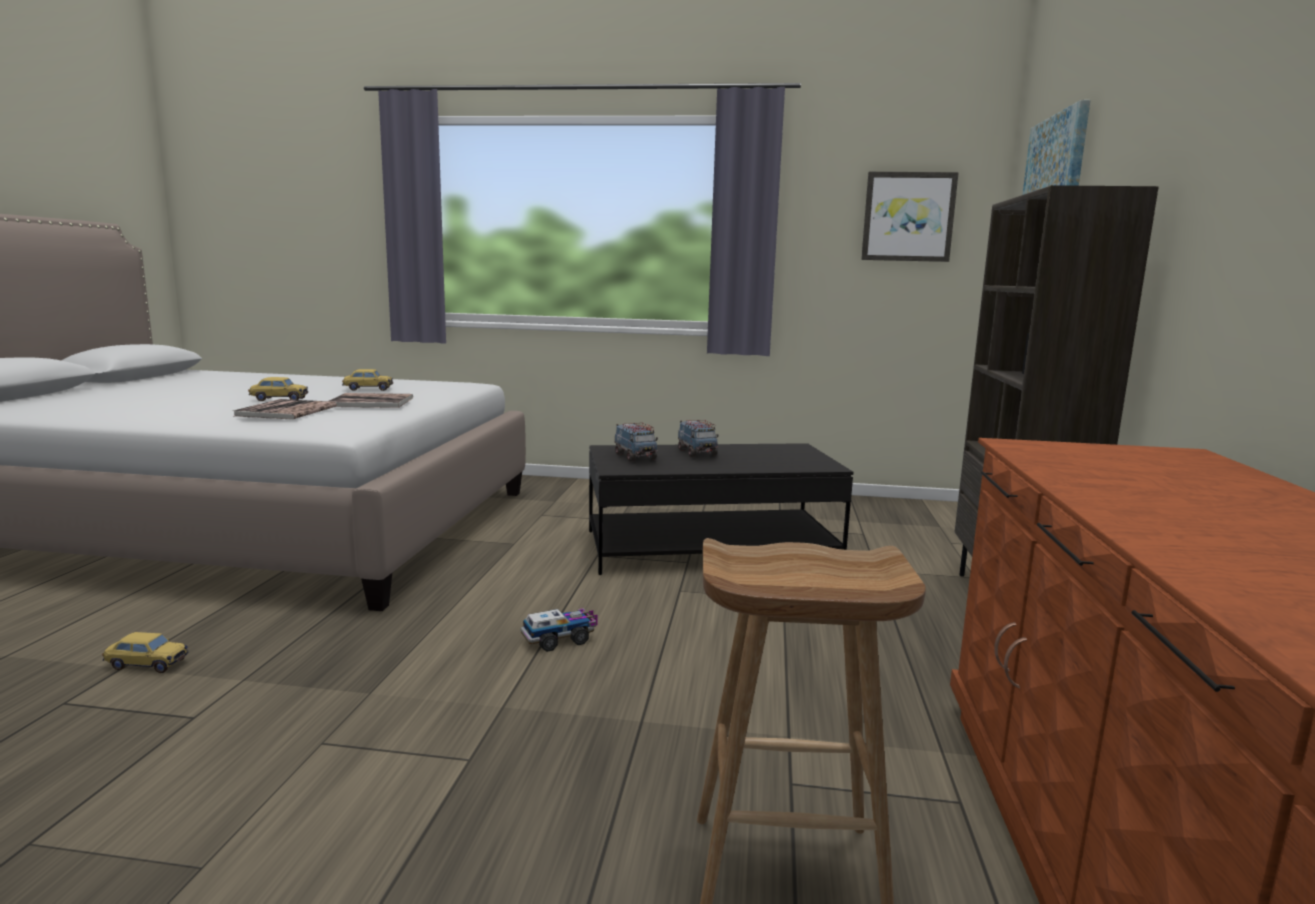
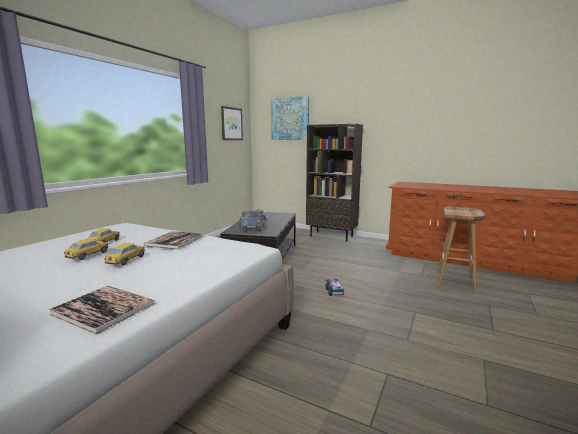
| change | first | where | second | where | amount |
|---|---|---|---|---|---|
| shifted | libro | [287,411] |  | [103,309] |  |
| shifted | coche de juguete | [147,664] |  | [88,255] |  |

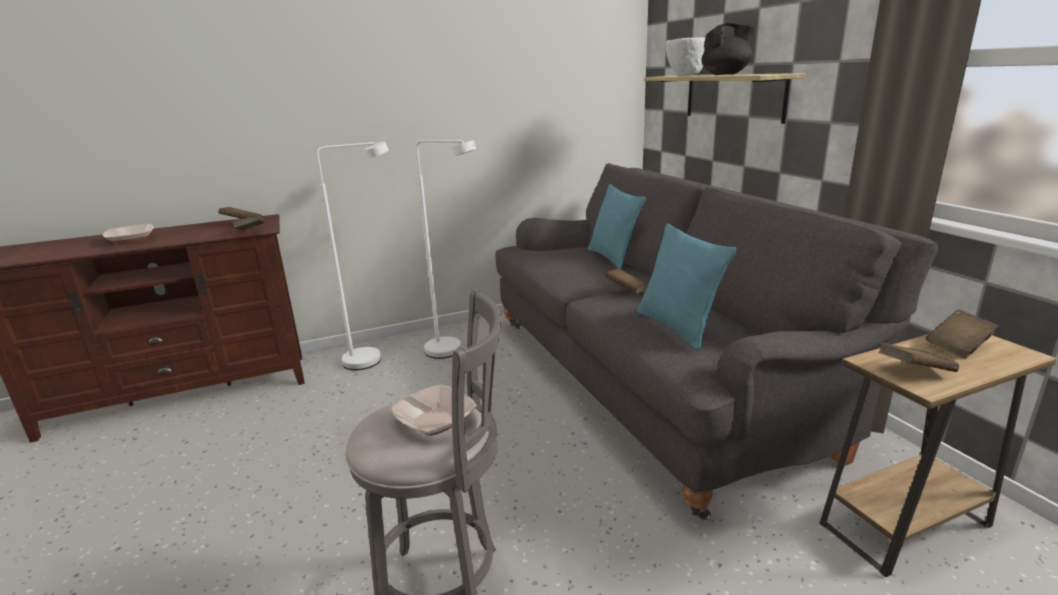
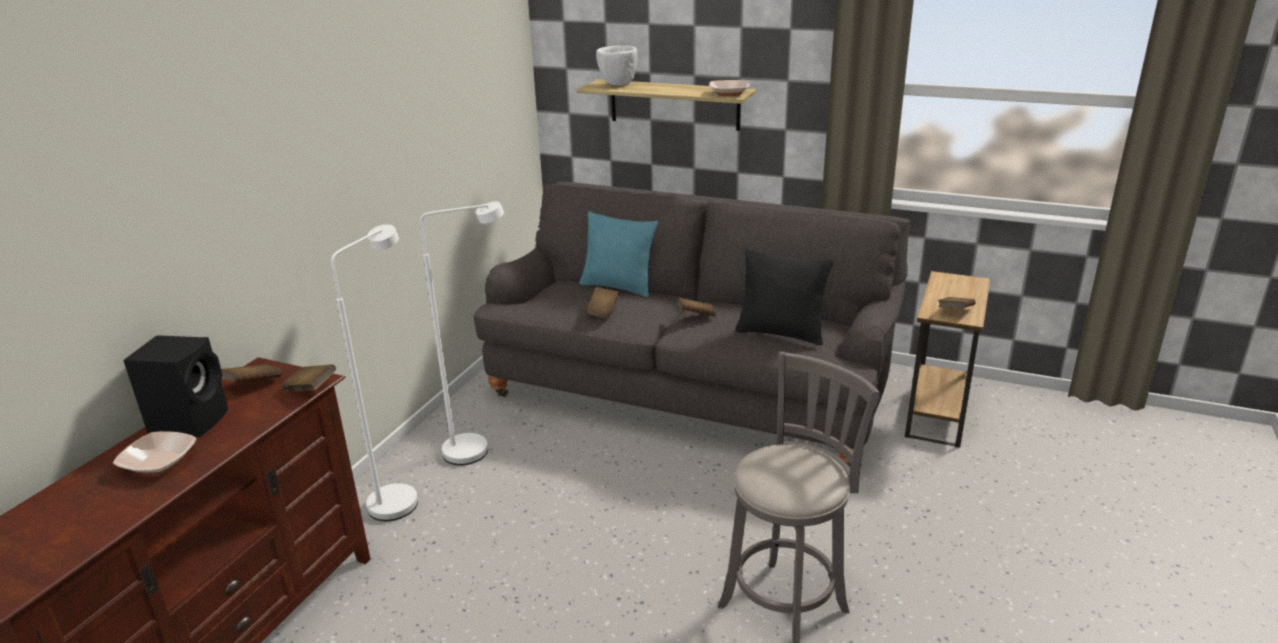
| change | first | where | second | where | amount |
|---|---|---|---|---|---|
| new |  |  | altavoz (negro) | [191,420] |  |
| shifted | libro (marrón) | [958,346] |  | [602,311] |  |
| shifted | cuenco | [435,421] |  | [729,93] |  |
| repainted | cojín (turquesa) | [677,327] | cojín (negro) | [781,333] |  |
| gone | tetera (negro) | [726,74] |  |  |  |

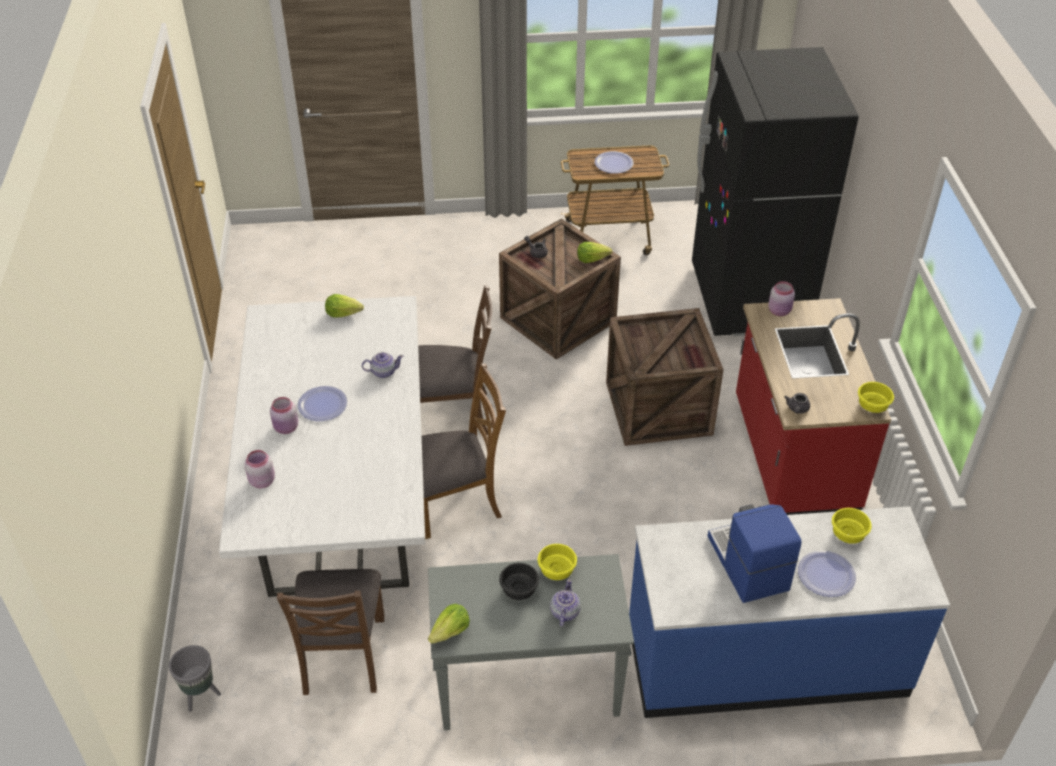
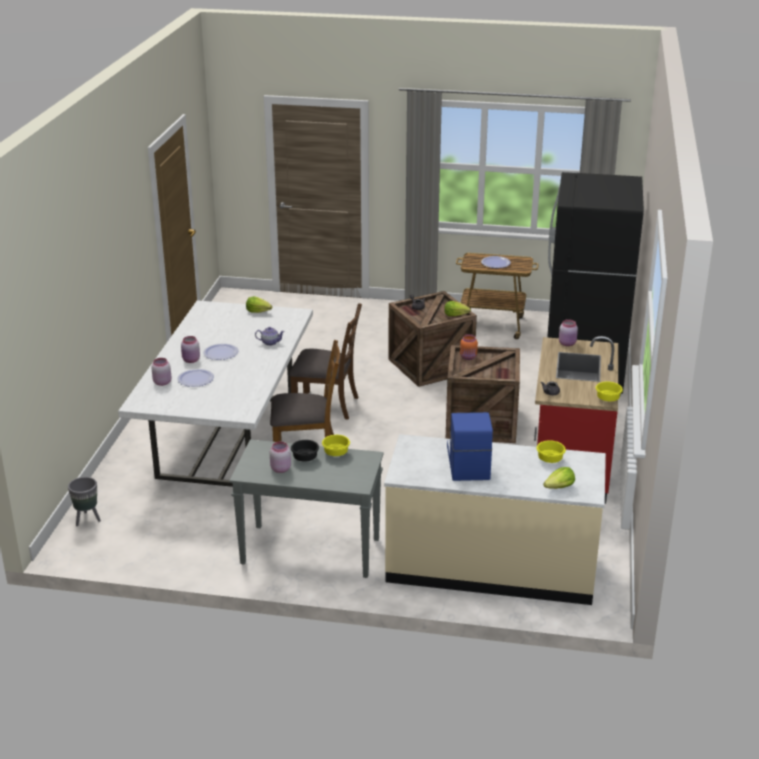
| change | first | where | second | where | amount |
|---|---|---|---|---|---|
| shifted | plato | [826,575] |  | [195,379] |  |
| new |  |  | tarro (rosa) | [280,469] |  |
| repainted | mueble bajo de cocina (azul) | [765,658] | mueble bajo de cocina (beis) | [491,566] |  |
| new |  |  | tarro (naranja) | [468,357] |  |
| shifted | lechuga | [450,632] |  | [559,487] |  |
| gone | silla (marrón) | [343,655] |  |  |  |
| gone | tetera | [564,612] |  |  |  |

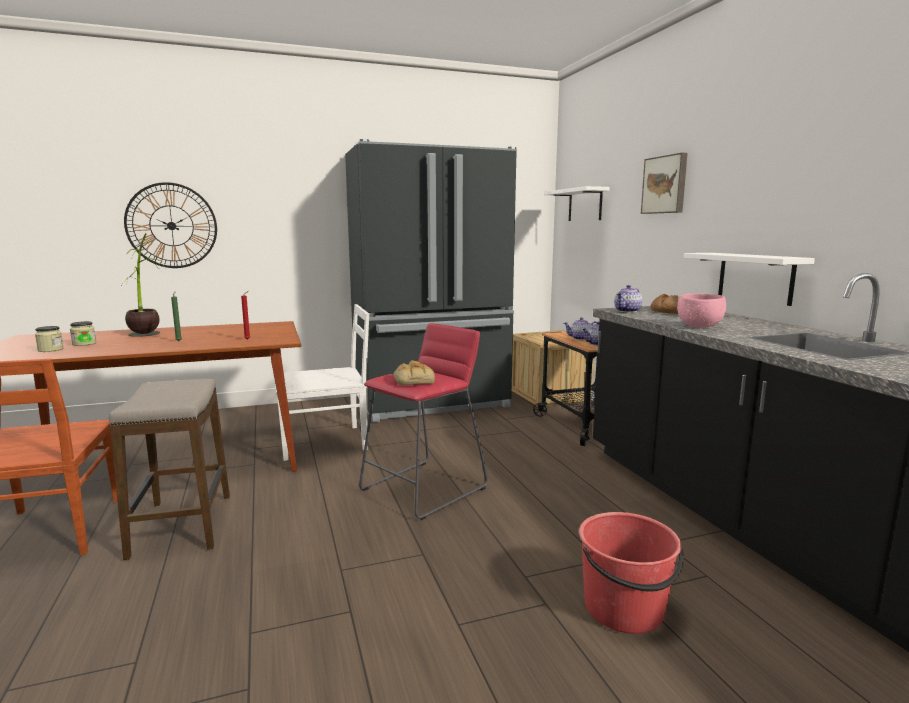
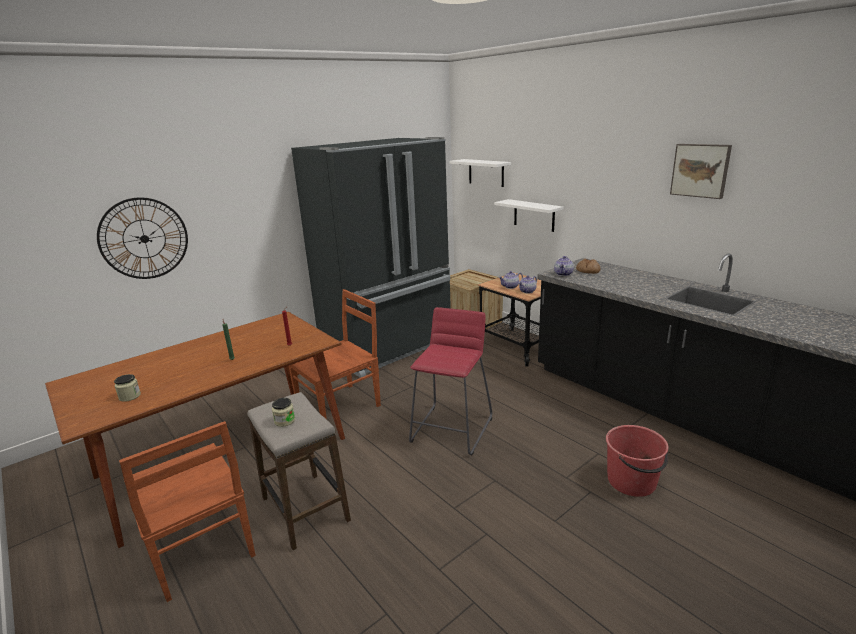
| change | first | where | second | where | amount |
|---|---|---|---|---|---|
| shifted | tarro | [84,344] |  | [284,421] |  |
| repainted | silla (blanco) | [325,442] | silla (marrón) | [341,406] |  |
| shifted | estante (blanco) | [755,277] |  | [534,215] |  |
| shifted | cuadro | [665,185] |  | [700,170] |  |
| gone | planta en maceta | [147,336] |  |  |  |
| gone | pan | [413,380] |  |  |  |
| gone | cuenco (rosa) | [698,326] |  |  |  |

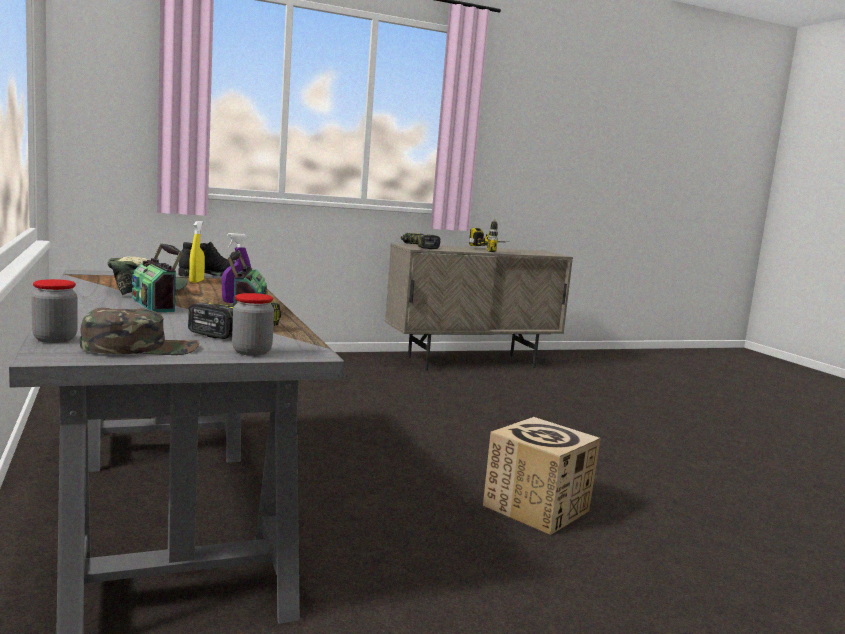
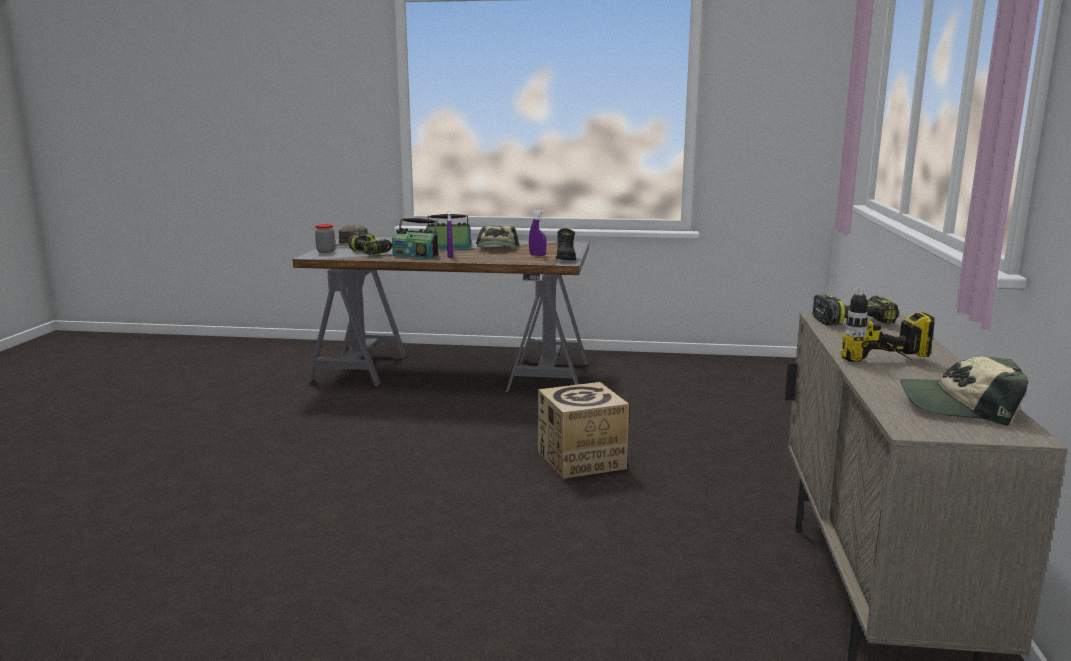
| change | first | where | second | where | amount |
|---|---|---|---|---|---|
| repainted | pulverizador (amarillo) | [196,281] | pulverizador (morado) | [537,255] |  |
| shifted | caja de cartón | [537,508] |  | [581,460] |  |
| new |  |  | gorra | [959,406] |  |
| gone | tarro | [55,339] |  |  |  |

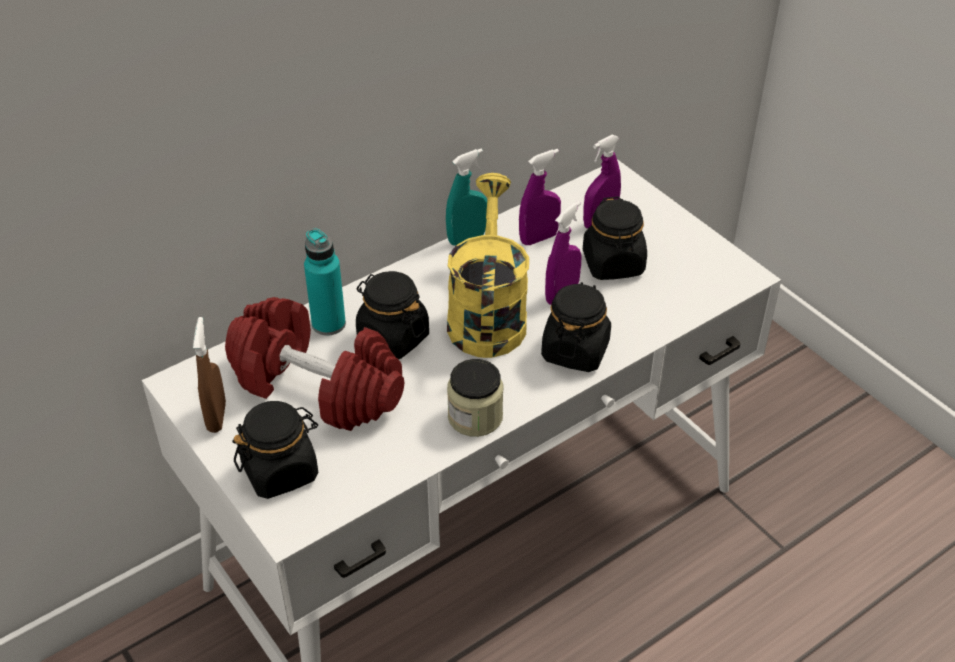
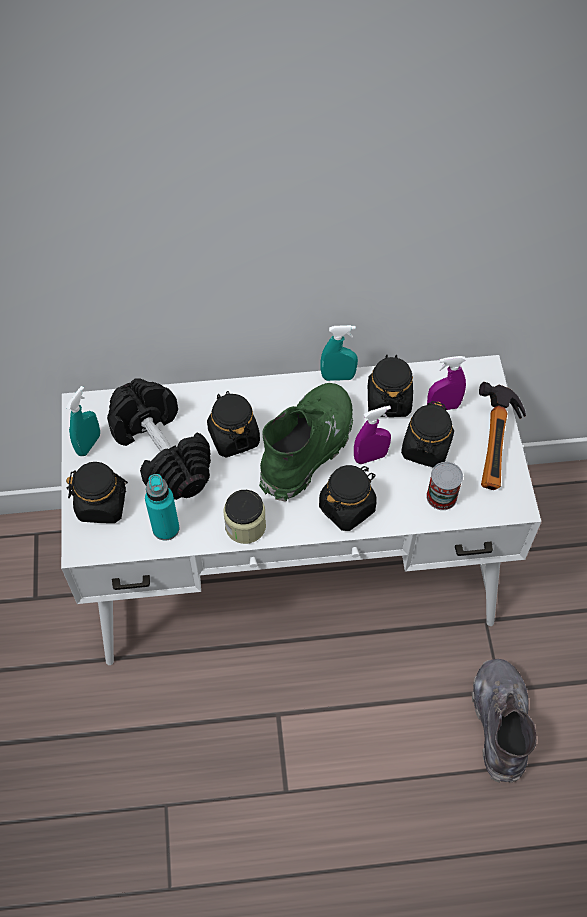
| change | first | where | second | where | amount |
|---|---|---|---|---|---|
| repainted | pulverizador (marrón) | [216,417] | pulverizador (turquesa) | [89,444] |  |
| repainted | mancuerna (rojo) | [318,387] | mancuerna (negro) | [163,452] |  |
| shifted | botella (turquesa) | [328,324] |  | [166,528] |  |
| swapped | regadera (amarillo) | [487,314] | bota (verde) | [308,448] |  |
| swapped | pulverizador (morado) | [538,238] | tarro (negro) | [388,400] |  |
| new |  |  | lata | [441,496] |  |
| new |  |  | bota (gris) | [499,722] |  |
| new |  |  | martillo | [499,447] |  |

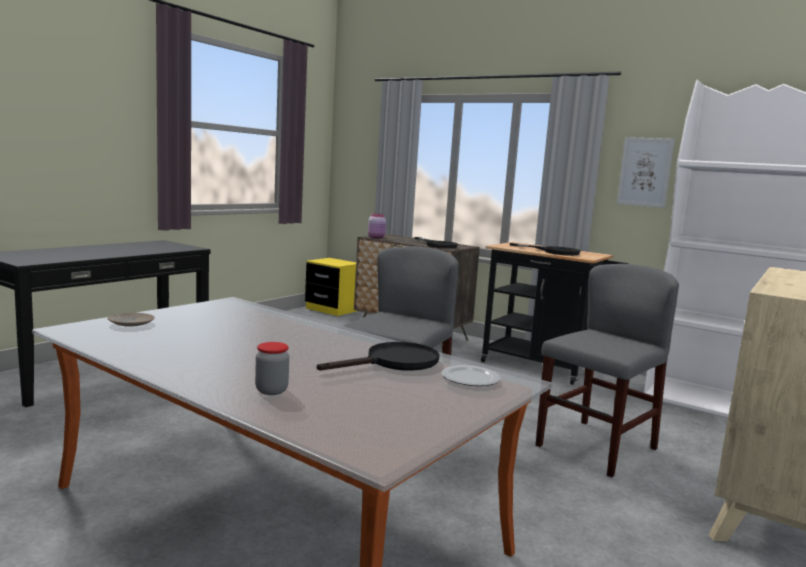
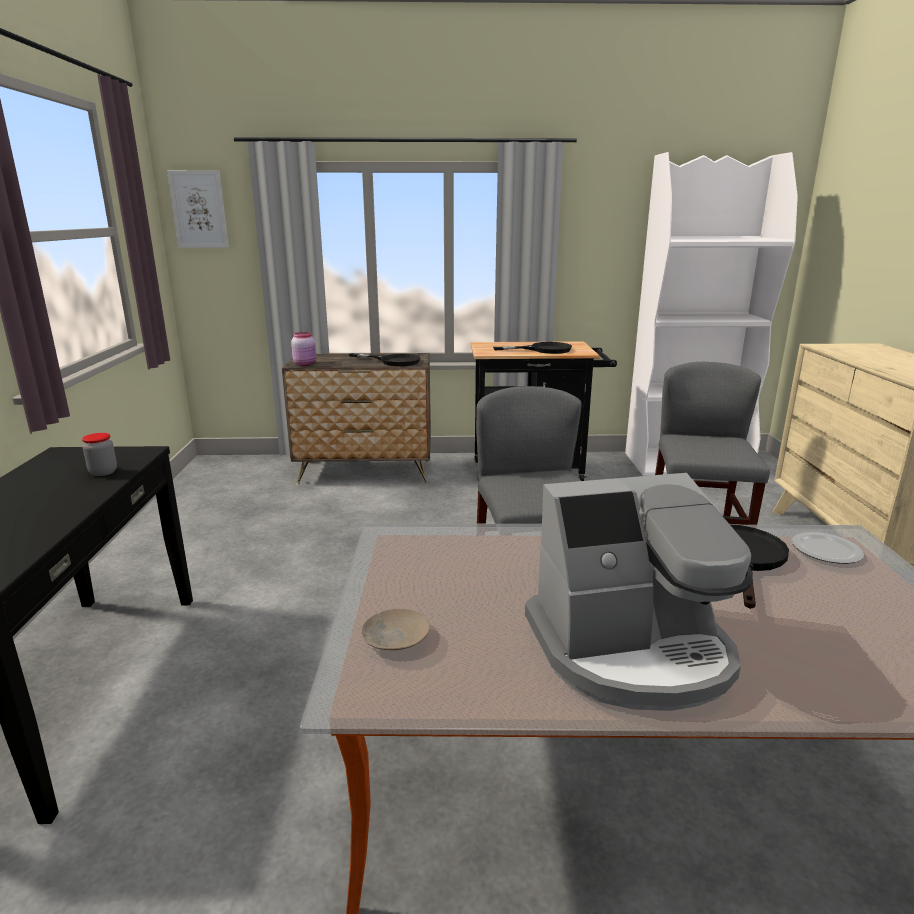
| change | first | where | second | where | amount |
|---|---|---|---|---|---|
| shifted | tarro | [271,390] |  | [103,472] |  |
| shifted | cuadro | [645,172] |  | [198,209] |  |
| new |  |  | cafetera | [631,650] |  |
| gone | mesita de noche (amarillo) | [332,309] |  |  |  |

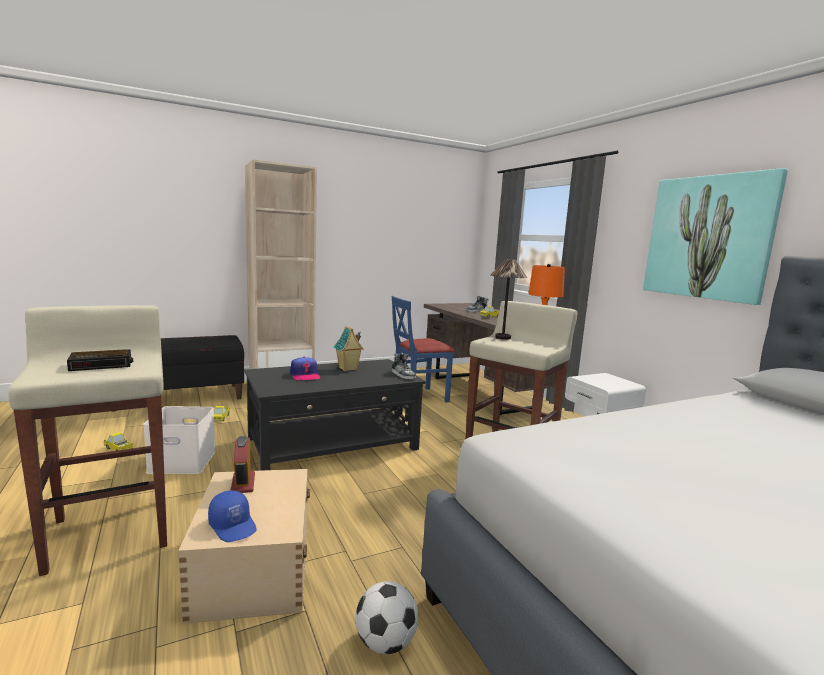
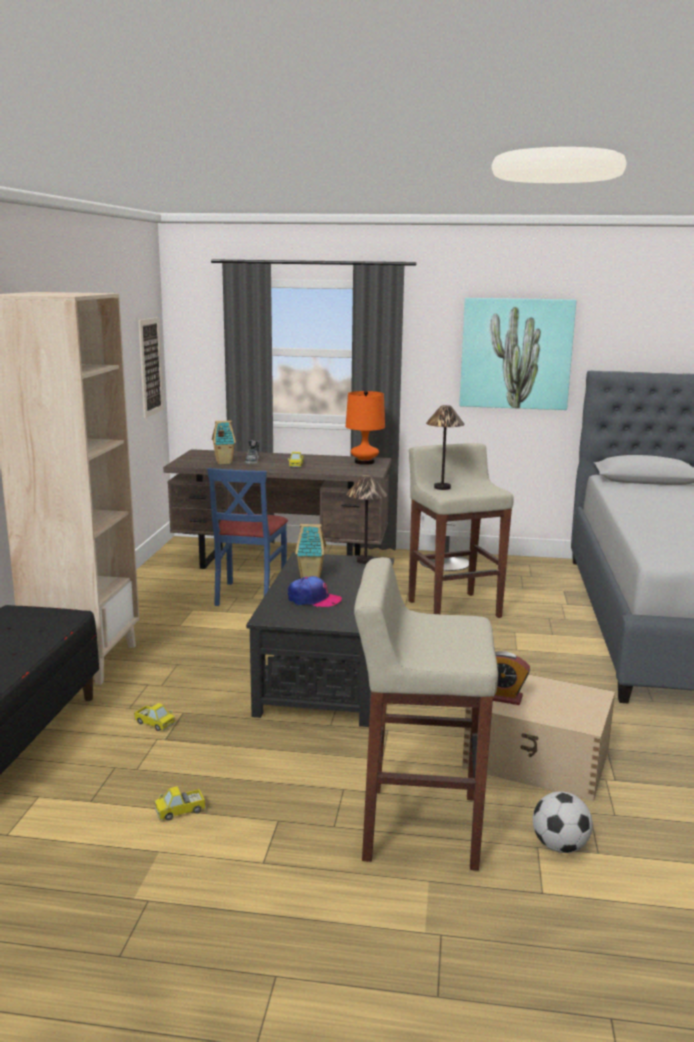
| change | first | where | second | where | amount |
|---|---|---|---|---|---|
| new |  |  | cuadro | [150,366] |  |
| new |  |  | casita | [223,462] |  |
| swapped | zapato | [403,375] | lámpara de mesa | [365,561] |  |
| shifted | balón de fútbol | [385,643] |  | [560,846] |  |
| gone | despertador | [102,364] |  |  |  |
| gone | caja de almacenaje (blanco) | [184,461] |  |  |  |
| gone | gorra (azul) | [233,526] |  |  |  |

